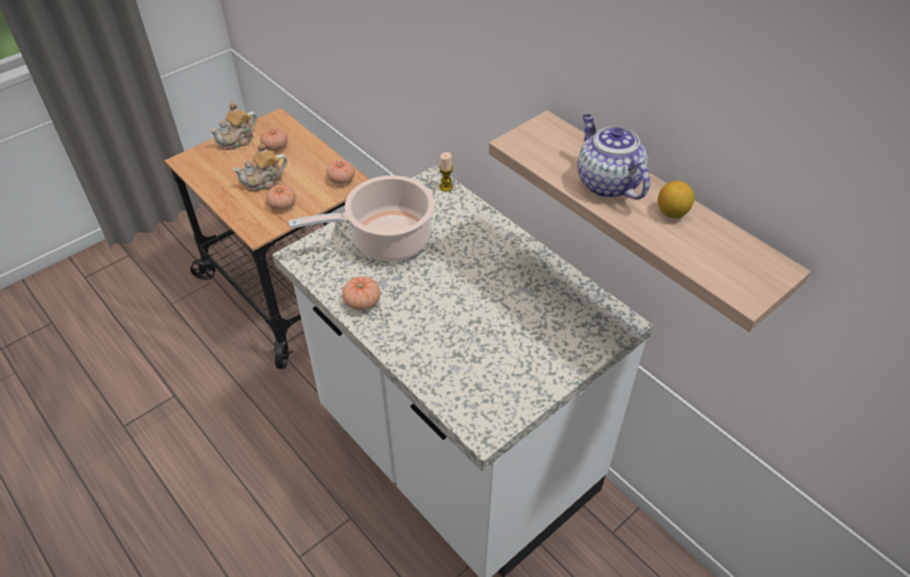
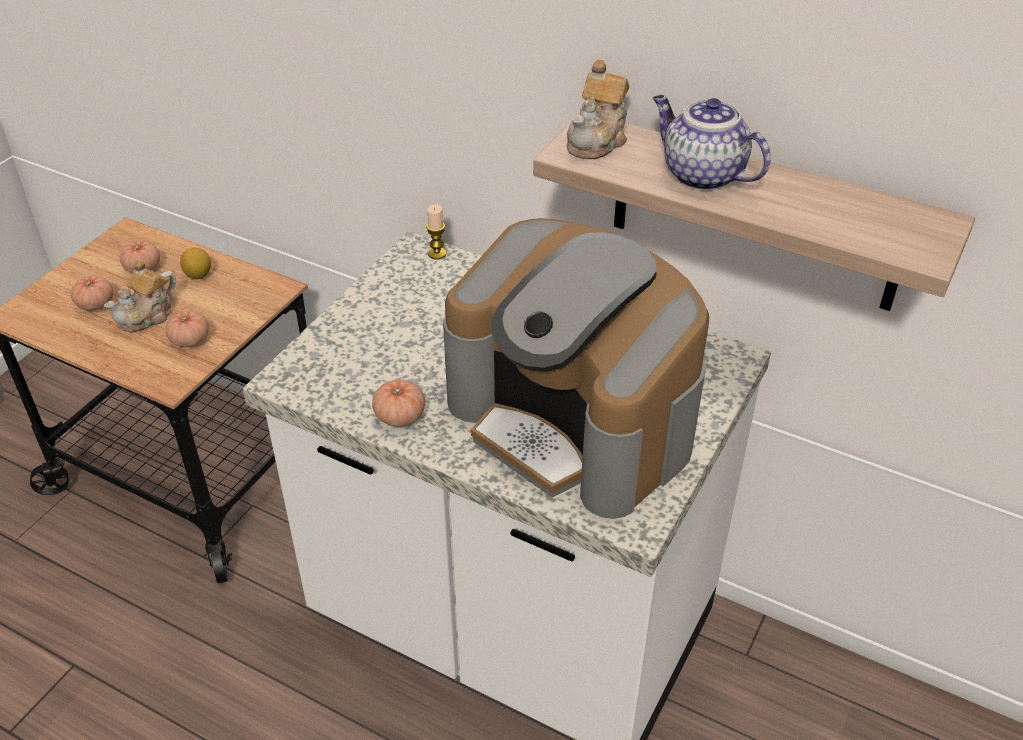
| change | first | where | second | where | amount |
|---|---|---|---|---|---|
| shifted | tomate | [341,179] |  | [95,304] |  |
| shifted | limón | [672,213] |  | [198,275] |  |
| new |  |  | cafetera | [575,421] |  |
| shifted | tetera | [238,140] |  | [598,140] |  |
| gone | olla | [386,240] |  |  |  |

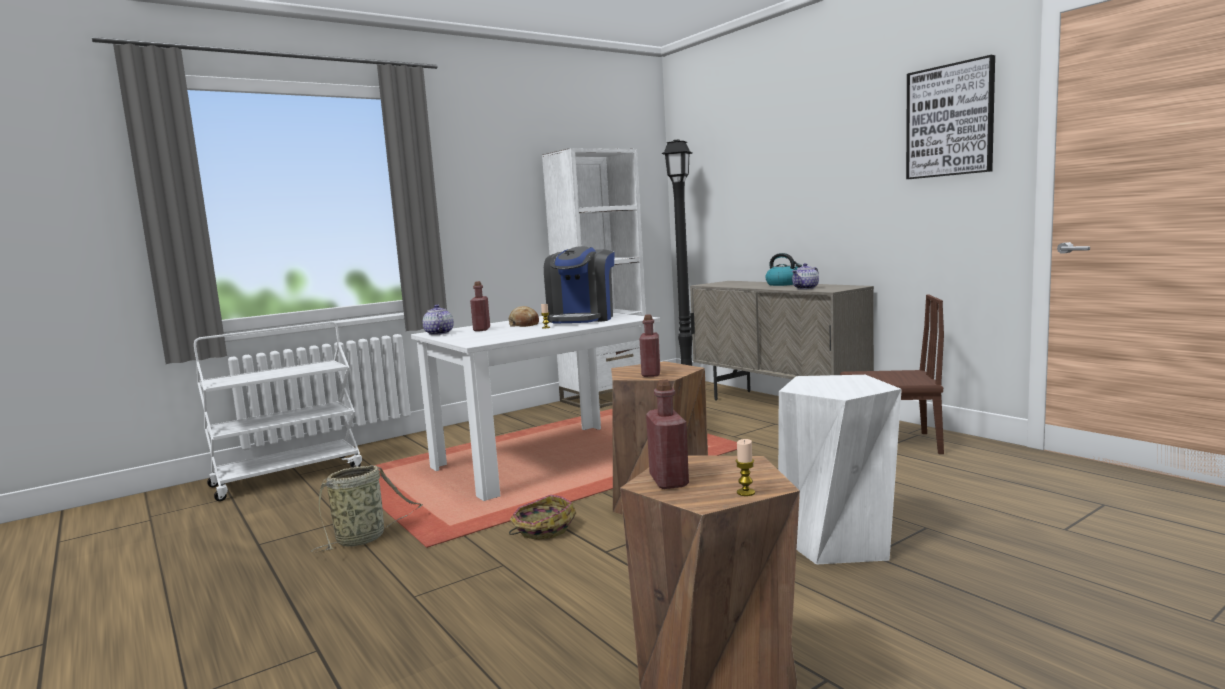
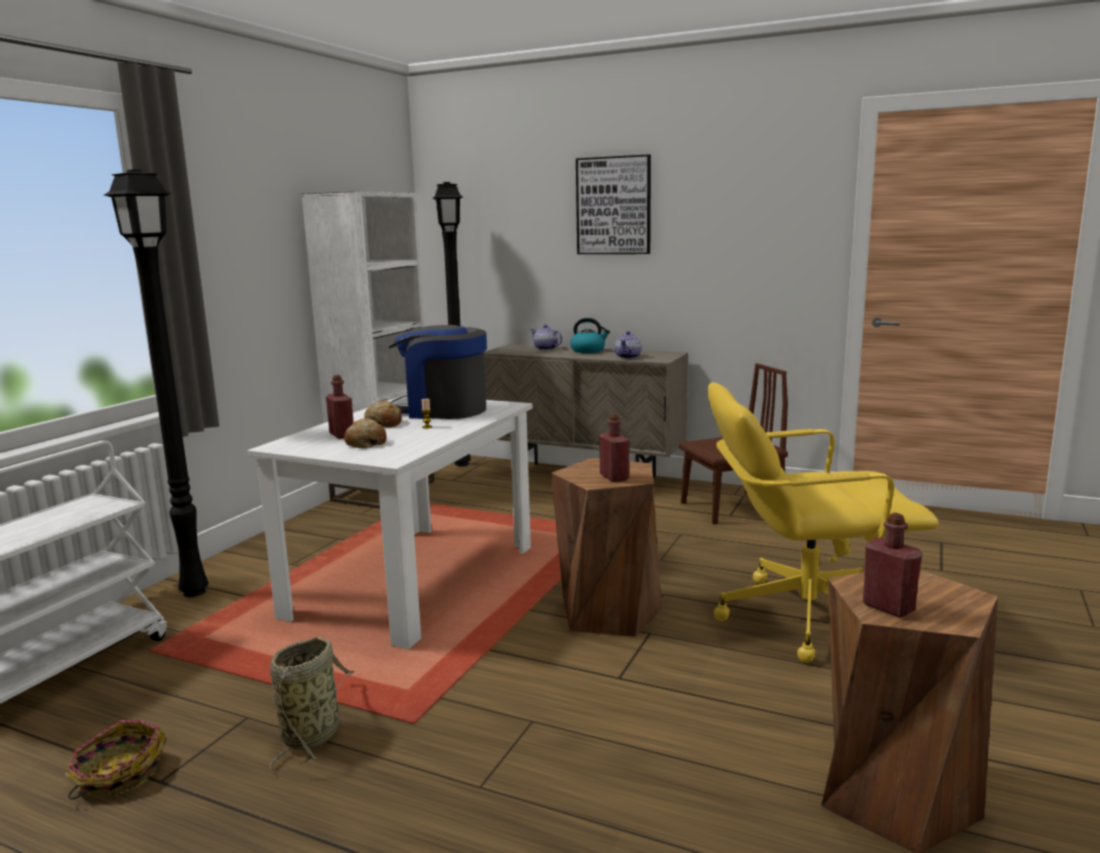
| change | first | where | second | where | amount |
|---|---|---|---|---|---|
| shifted | cesta | [542,529] |  | [117,773] |  |
| new |  |  | lámpara de pie (negro) | [195,591] |  |
| new |  |  | pan | [365,443] |  |
| rotated | cafetera | [582,319] |  | [442,410] | 120 degrees clockwise |
| shifted | tetera | [438,333] |  | [546,348] |  |
| shifted | cuadro | [950,121] |  | [614,206] |  |
| swapped | taburete (blanco) | [837,541] | silla de oficina (amarillo) | [803,617] |  |
| gone | vela | [745,492] |  |  |  |

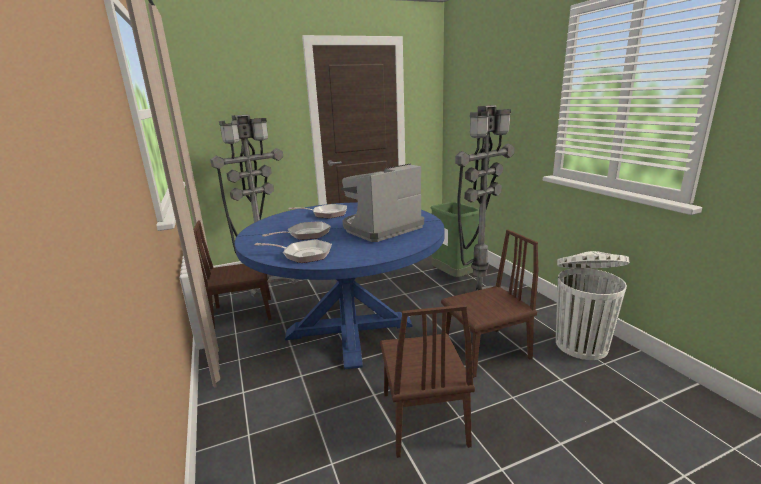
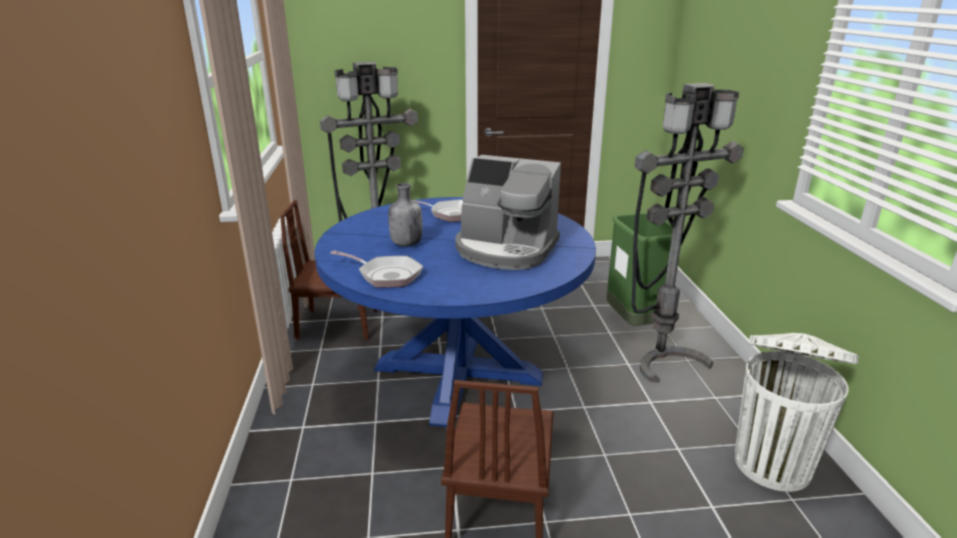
| change | first | where | second | where | amount |
|---|---|---|---|---|---|
| swapped | sartén | [306,234] | botella (gris) | [406,244] |  |
| rotated | cafetera | [381,228] |  | [505,249] | 135 degrees counterclockwise |
| gone | silla (marrón) | [485,352] |  |  |  |

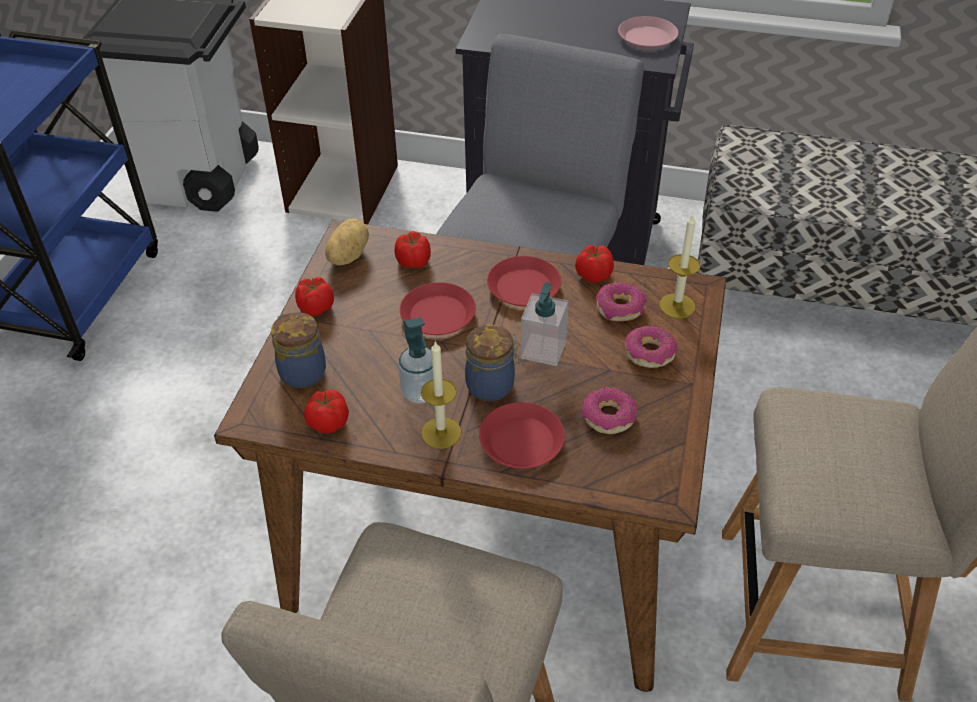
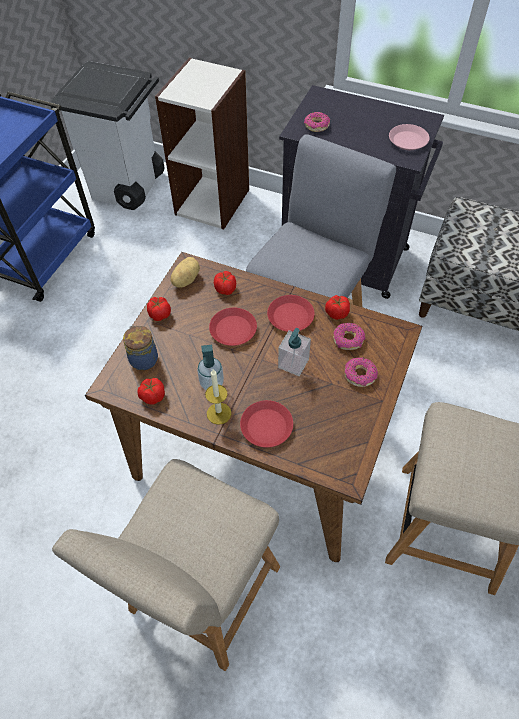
| change | first | where | second | where | amount |
|---|---|---|---|---|---|
| shifted | rosquilla | [608,417] |  | [316,126] |  |
| gone | tarro | [492,385] |  |  |  |
| gone | vela | [677,306] |  |  |  |

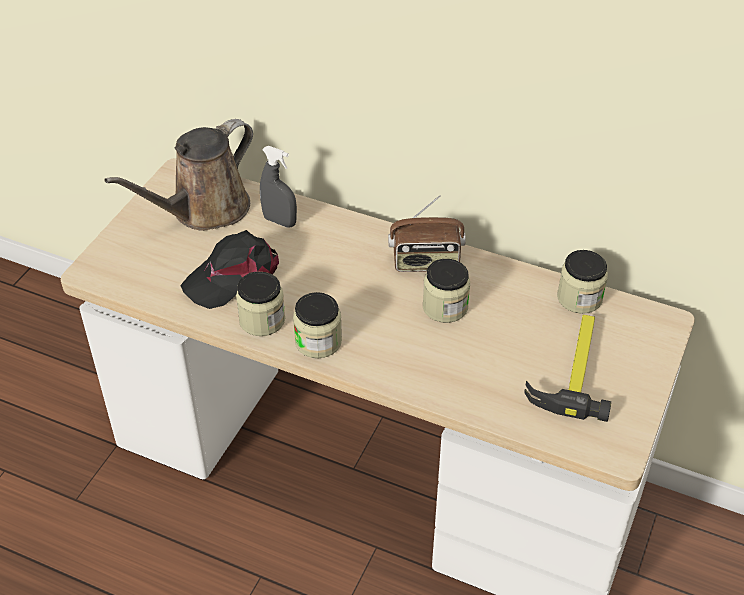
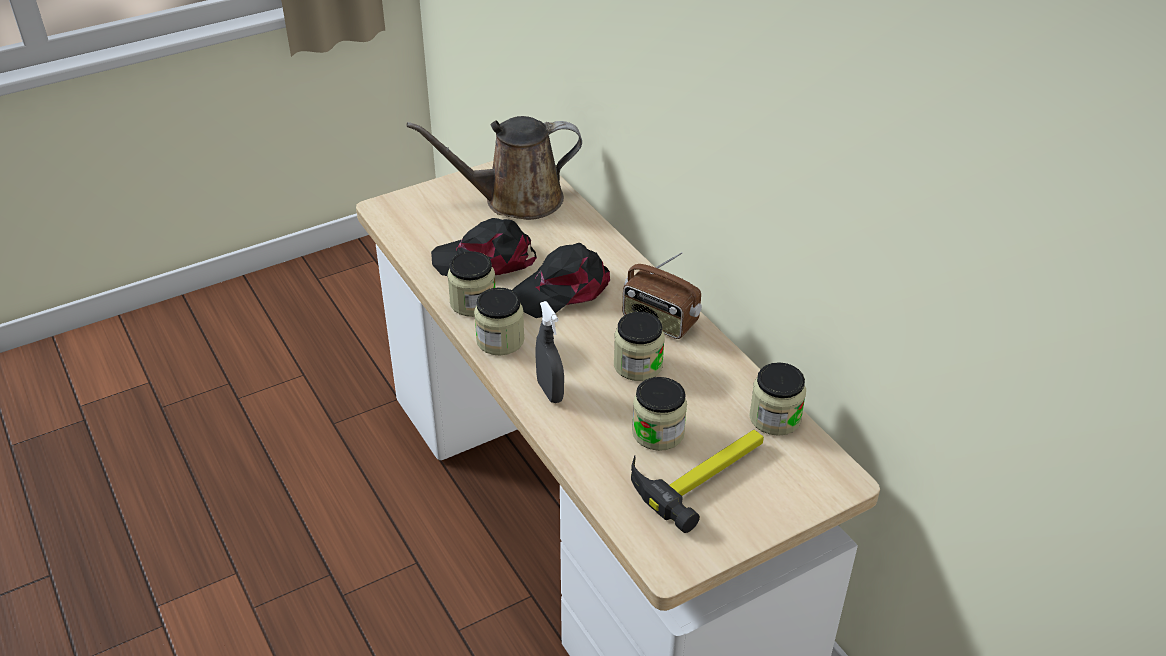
| change | first | where | second | where | amount |
|---|---|---|---|---|---|
| new |  |  | gorra (negro) | [563,290] |  |
| shifted | pulverizador (gris) | [279,221] |  | [550,391] |  |
| new |  |  | tarro | [658,432] |  |

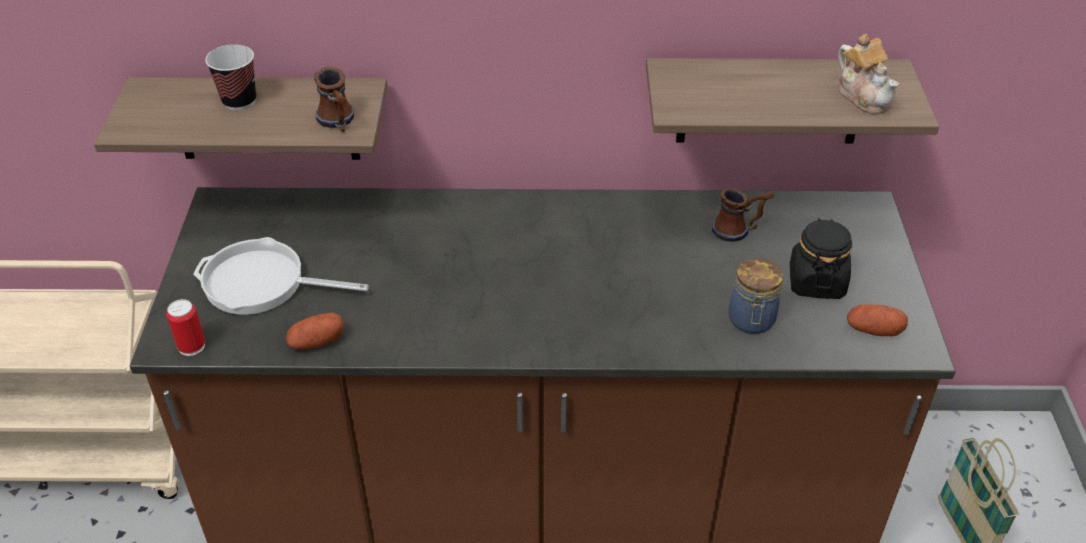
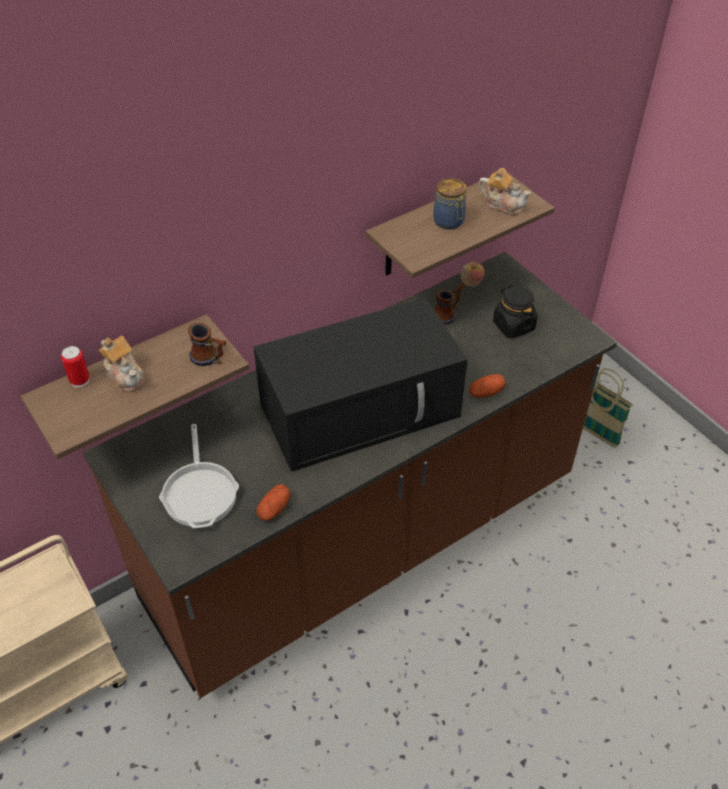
| change | first | where | second | where | amount |
|---|---|---|---|---|---|
| shifted | lata | [191,346] |  | [79,380] |  |
| swapped | taza | [239,101] | tetera | [125,375] |  |
| rotated | sartén | [262,284] |  | [200,492] | 75 degrees counterclockwise |
| new |  |  | microondas (negro) | [362,408] |  |
| shifted | tarro | [751,321] |  | [449,222] |  |
| new |  |  | manzana | [471,282] |  |
| shifted | patata | [873,330] |  | [486,392] |  |

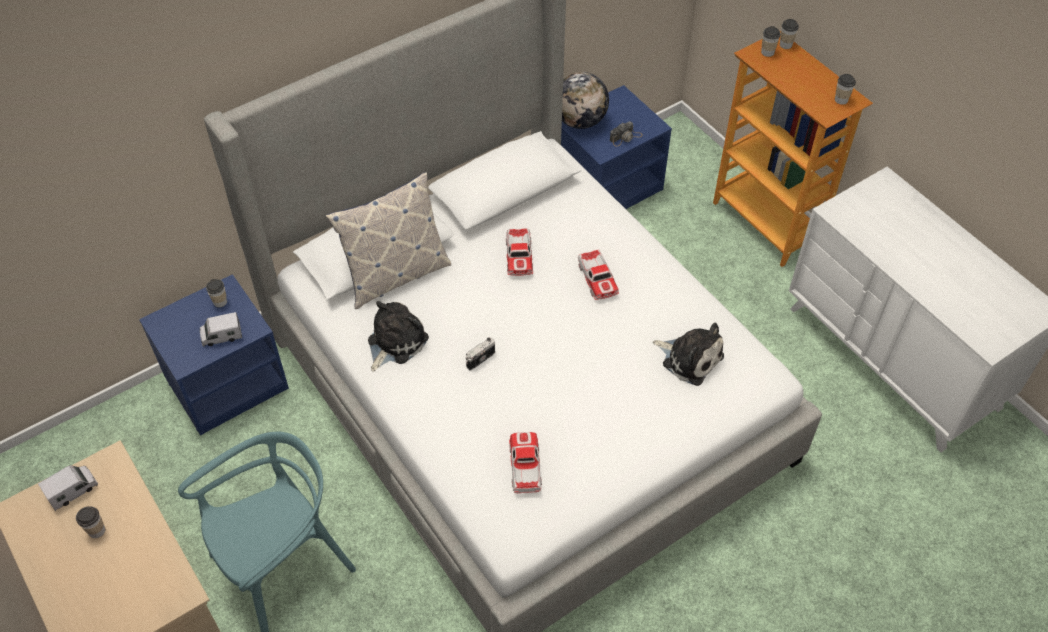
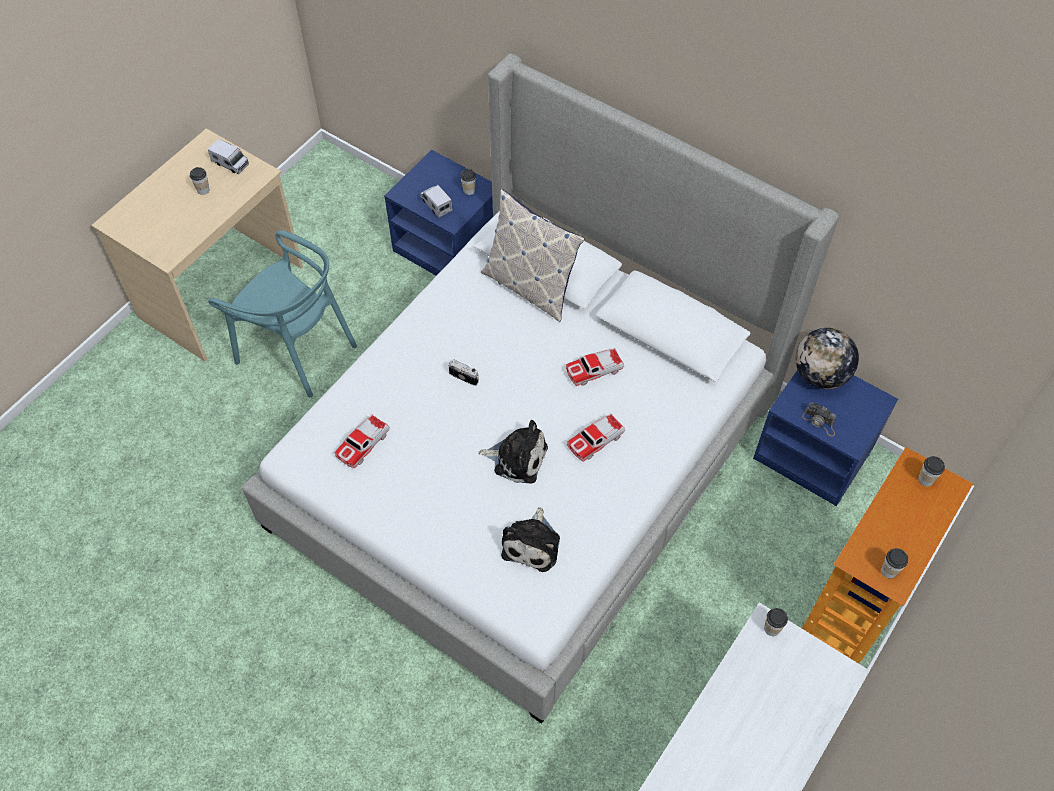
| change | first | where | second | where | amount |
|---|---|---|---|---|---|
| rotated | coche de juguete | [525,467] |  | [363,444] | 150 degrees clockwise |
| shifted | peluche | [395,342] |  | [517,458] |  |
| shifted | taza | [785,44] |  | [772,628] |  |

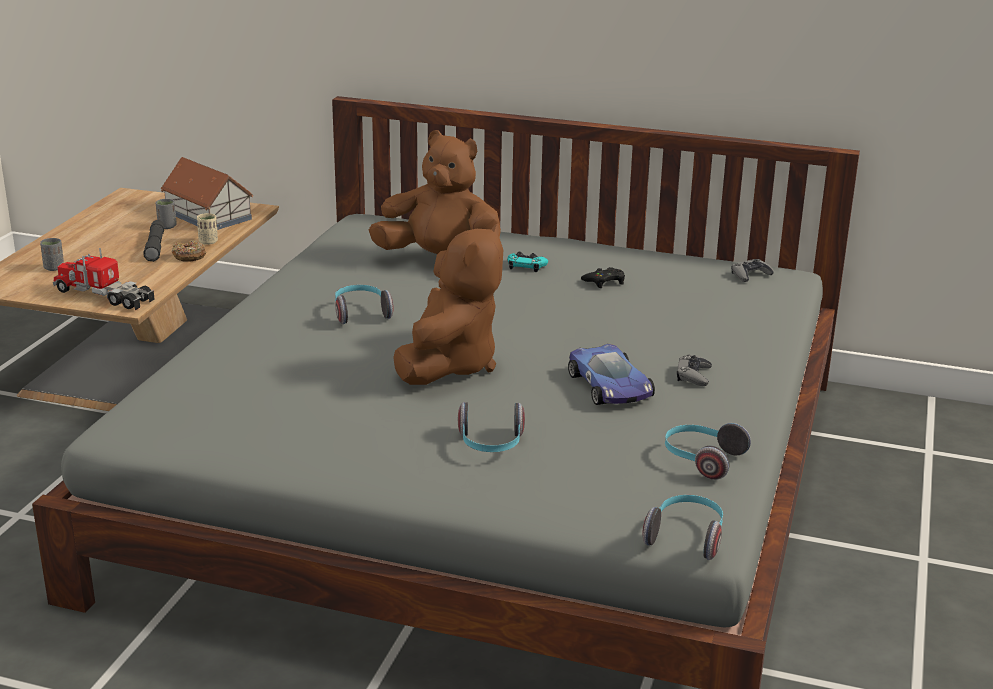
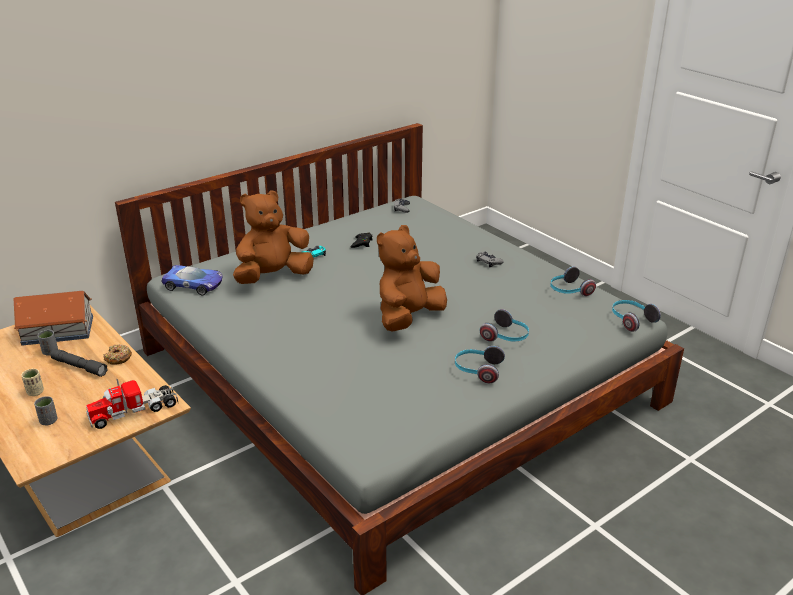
| change | first | where | second | where | amount |
|---|---|---|---|---|---|
| shifted | taza (beis) | [208,242] |  | [35,392] |  |
| shifted | coche de juguete | [610,386] |  | [194,285] |  |
| rotated | peluche (marrón) | [450,365] |  | [408,318] | 105 degrees counterclockwise |
| shifted | auriculares | [360,313] |  | [477,370] |  |

